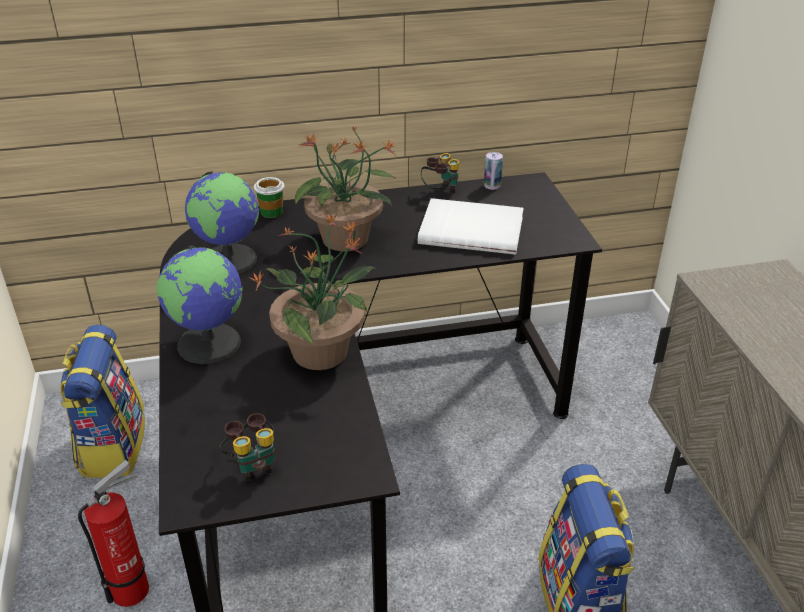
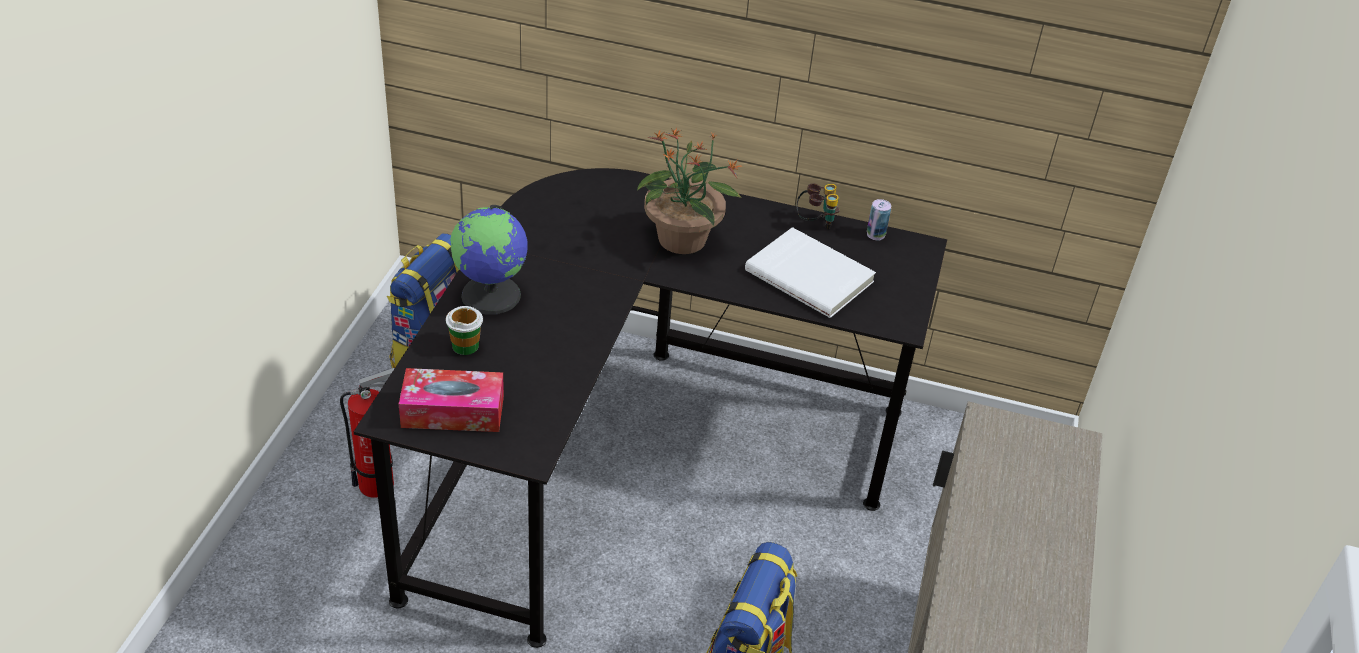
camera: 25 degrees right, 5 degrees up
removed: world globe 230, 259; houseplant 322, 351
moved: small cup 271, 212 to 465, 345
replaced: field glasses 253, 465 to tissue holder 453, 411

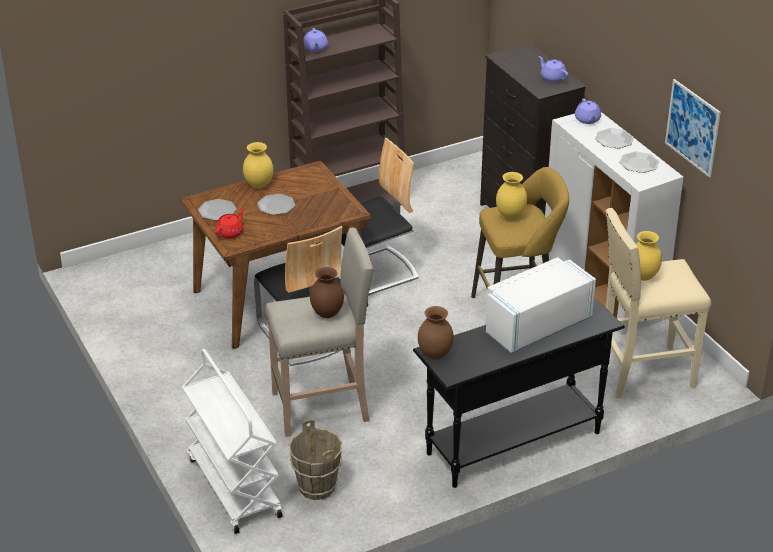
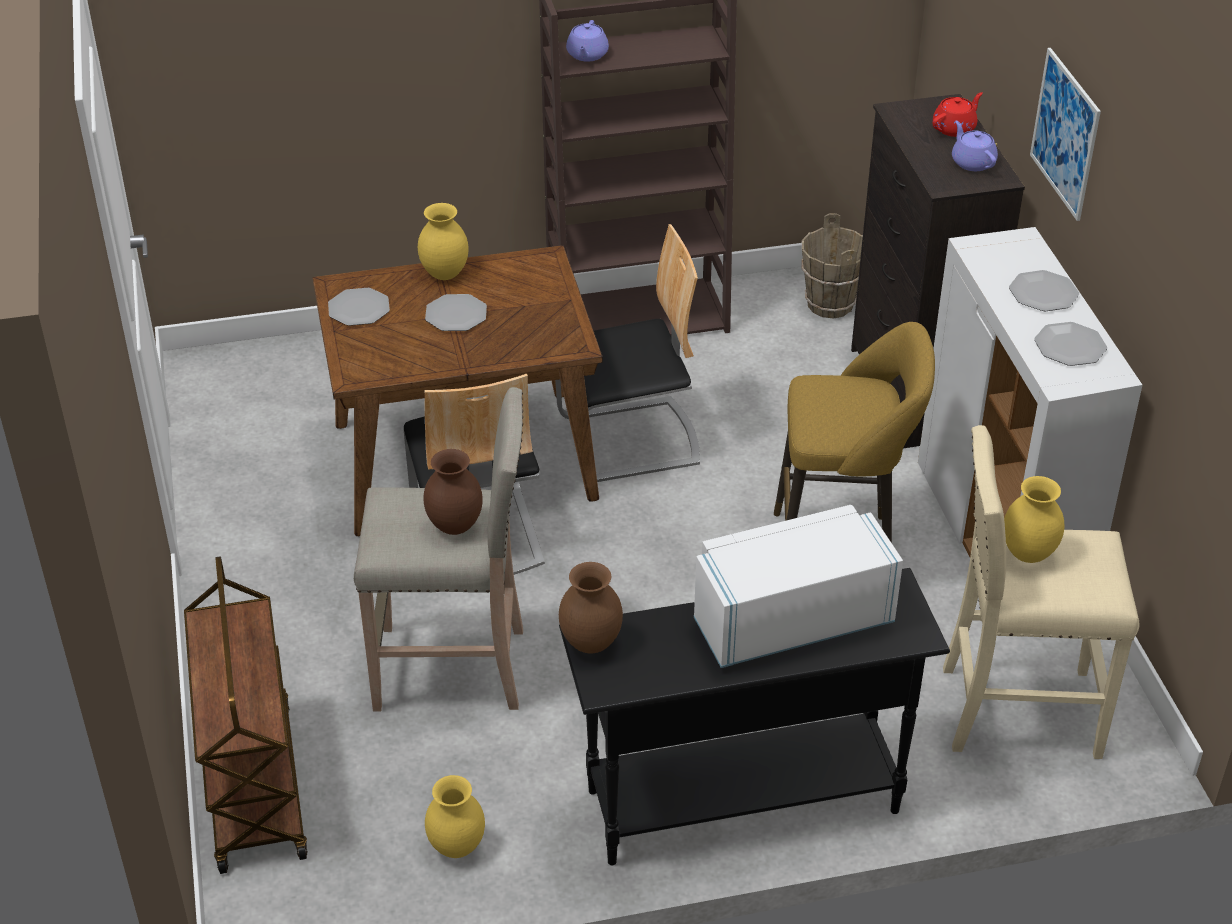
camera: 15 degrees right, 5 degrees up
removed: purple tea pot 587, 120
moved: wall picture 692, 127 to 1065, 133; yellow vase 511, 216 to 457, 847; red tea pot 230, 232 to 954, 128; brown pail 316, 487 to 829, 304
recoloured: white-coloured cart 233, 487 to brown cart 253, 785

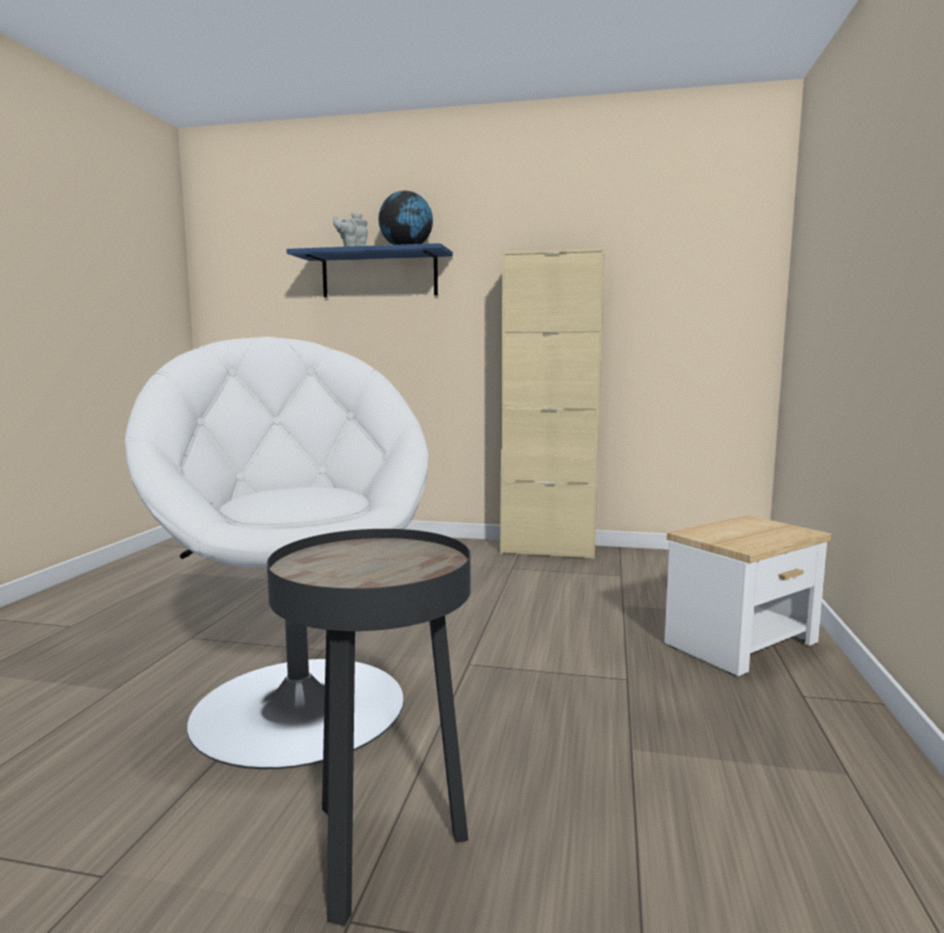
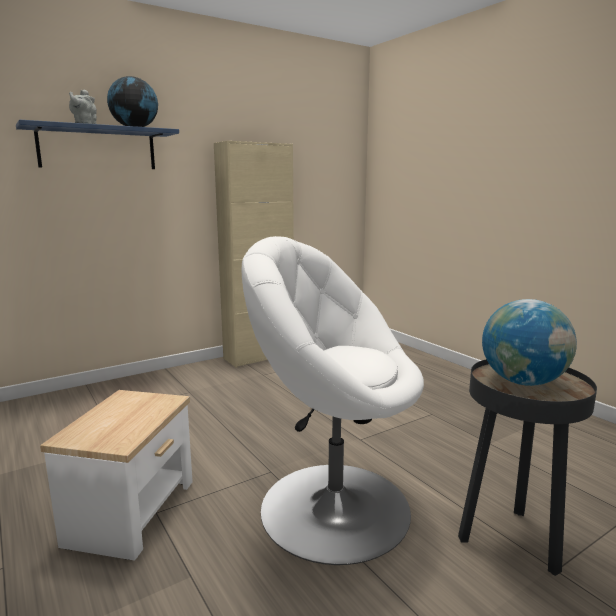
camera: 45 degrees left, 5 degrees up
added: world globe 523, 382
moved: end table 742, 644 to 133, 513

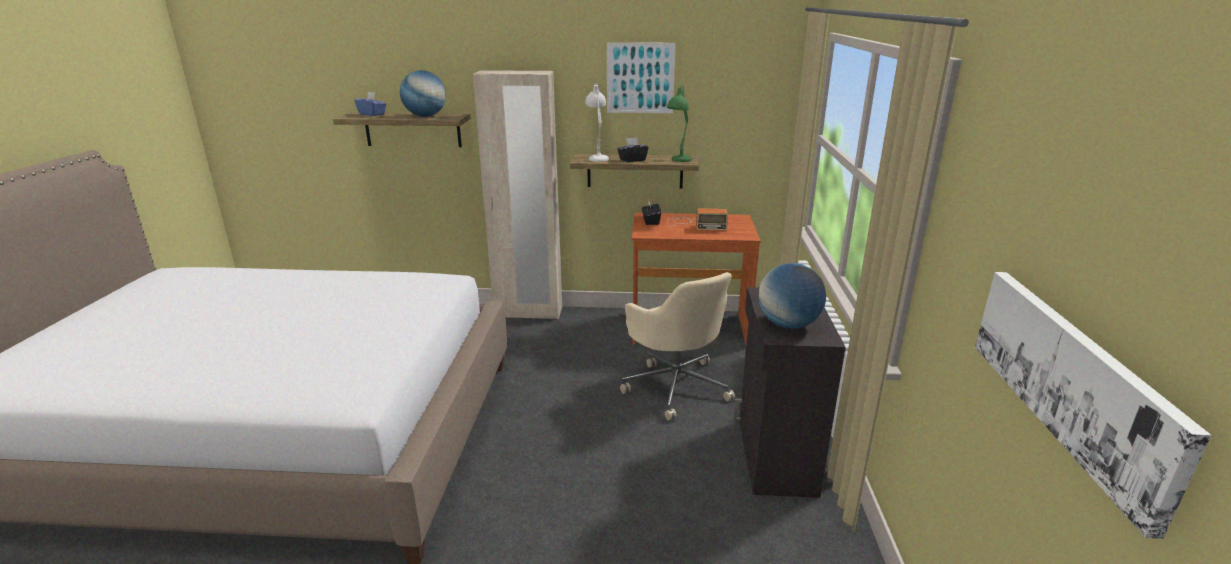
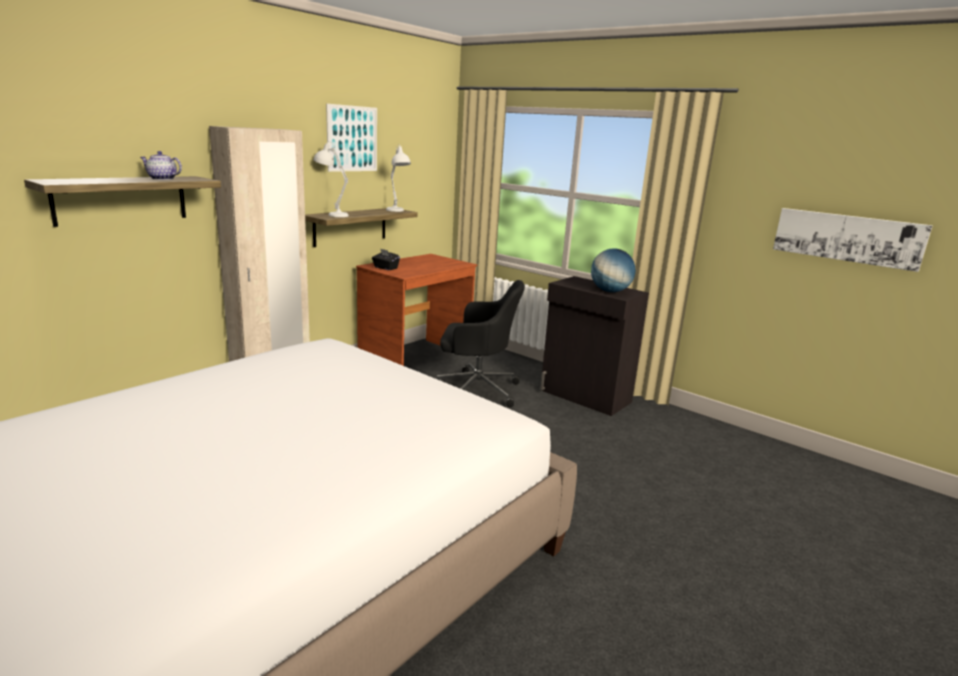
camera: 55 degrees left, 5 degrees down
removed: bluish tissue holder 372, 114; blackish tissue holder 632, 160; radio receiver 694, 224
replaced: world globe 425, 116 to tea pot 161, 179
recoloured: green tabletop lamp 678, 161 to white-coloured tabletop lamp 397, 211; sand-coloured desk chair 675, 385 to blackish desk chair 476, 389

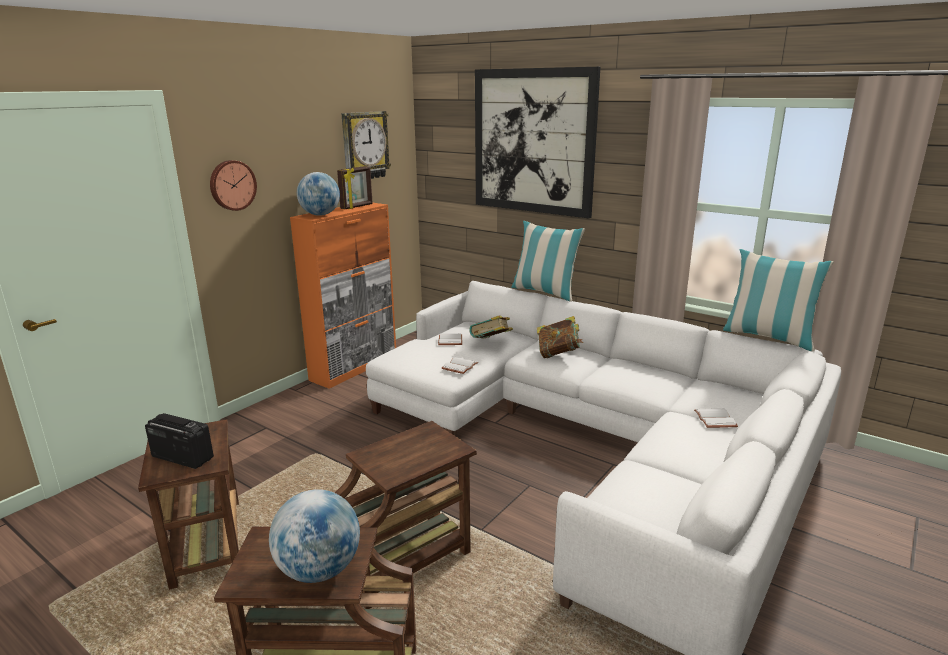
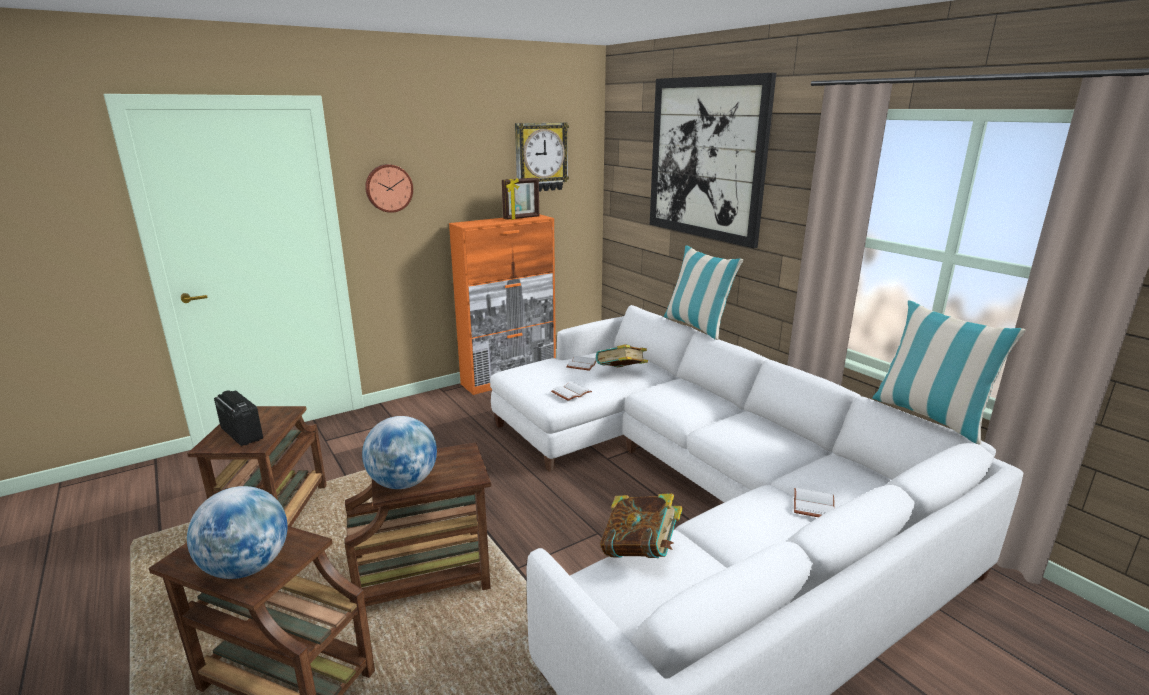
camera: 20 degrees right, 0 degrees up
moved: world globe 320, 215 to 403, 483; bound book 558, 354 to 640, 551

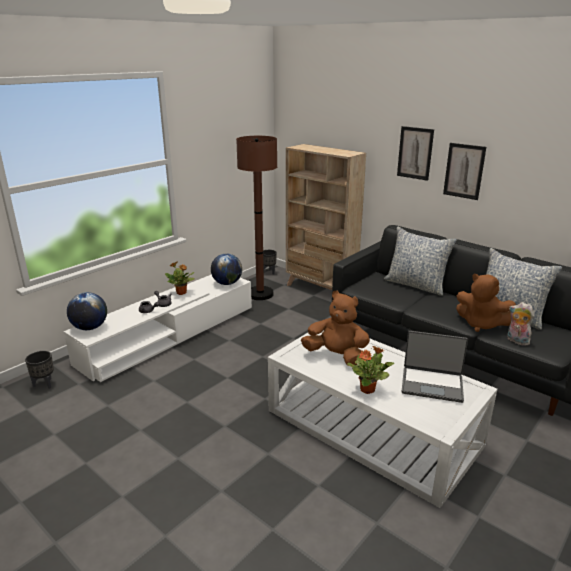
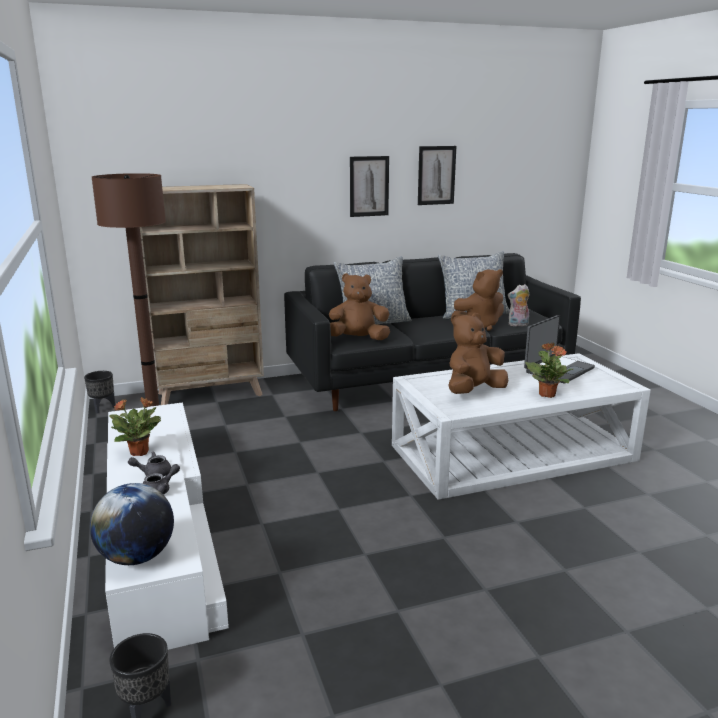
camera: 60 degrees left, 5 degrees down
removed: world globe 227, 283
added: brown soft toy 357, 339
moved: wall picture 415, 153 to 436, 175

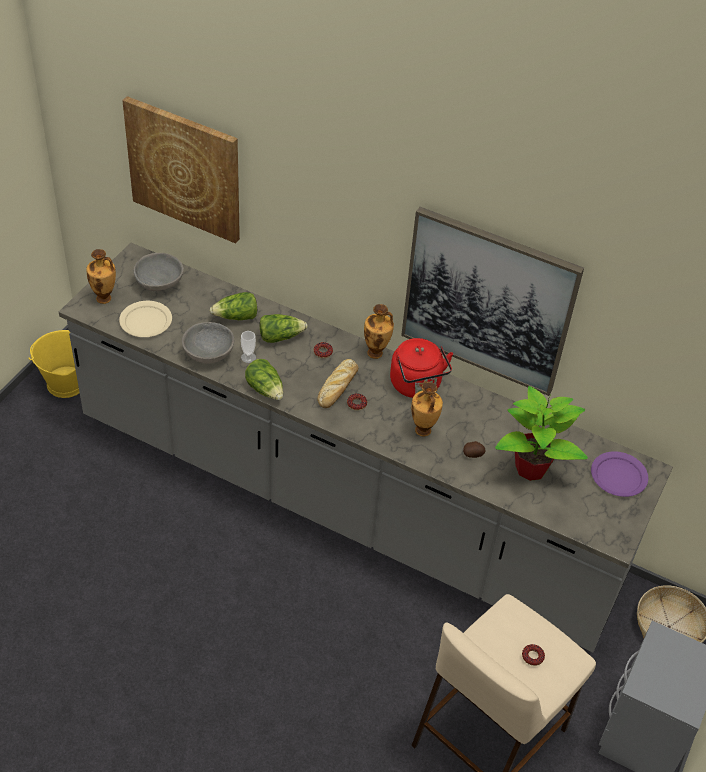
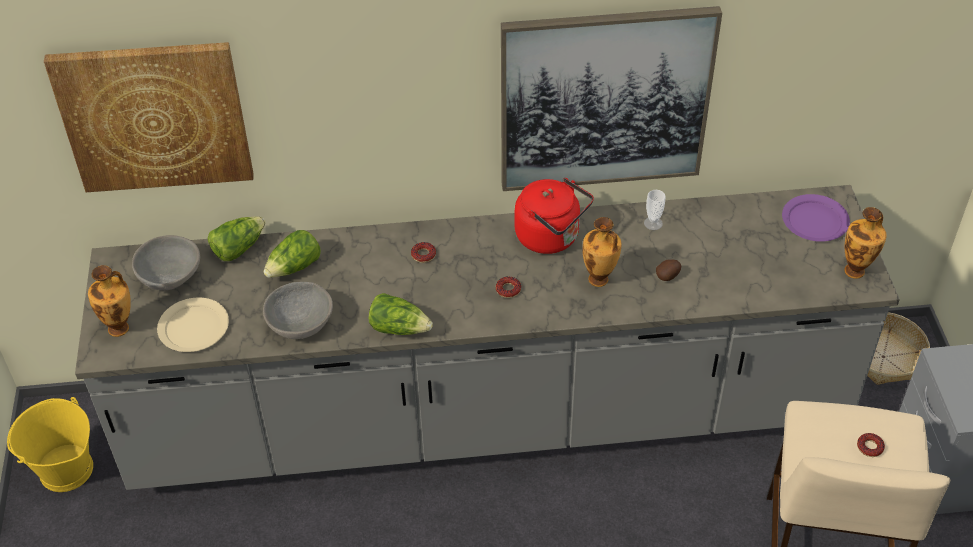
camera: 30 degrees left, 0 degrees up
removed: bread 337, 387; houseplant 531, 468
moved: vase 376, 353 to 856, 271; lettuce 280, 336 to 238, 248; small cup 248, 357 to 653, 223

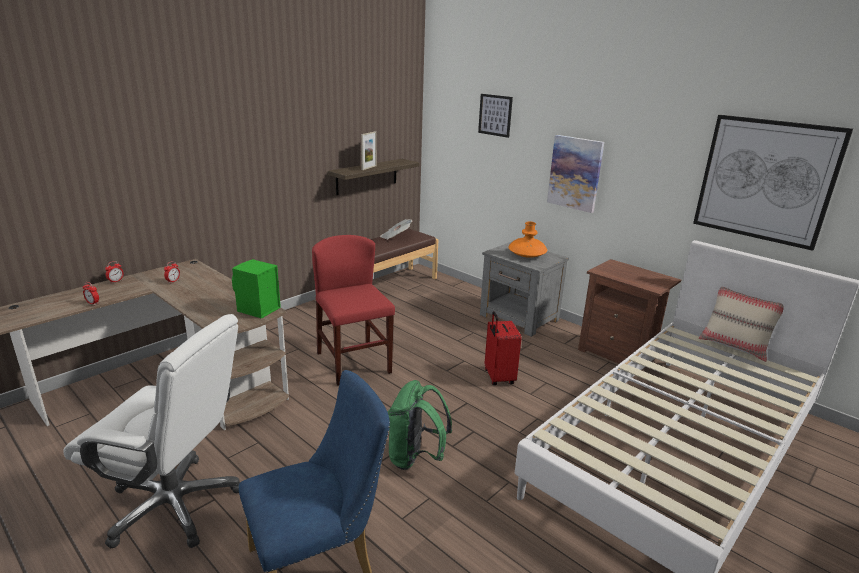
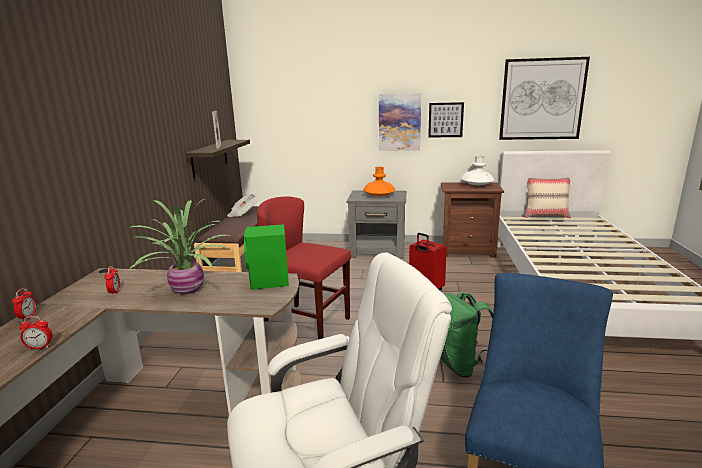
camera: 35 degrees left, 5 degrees down
added: white-coloured vase 476, 184; houseplant 188, 290
moved: wall picture 495, 115 to 445, 120

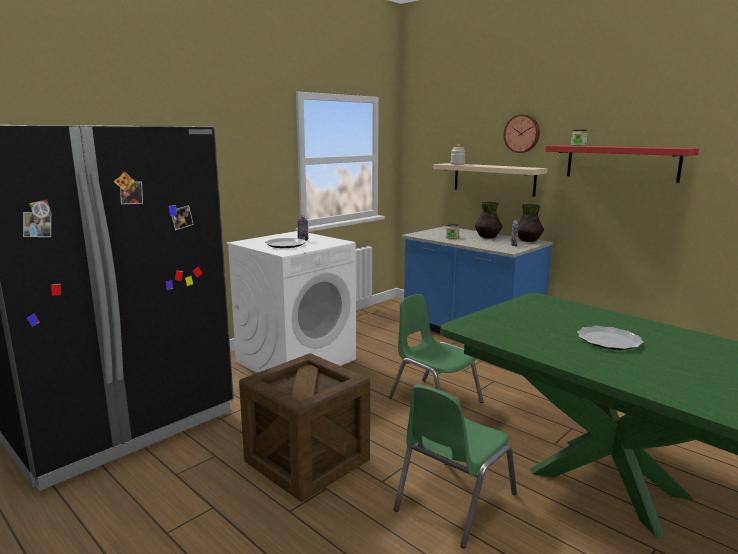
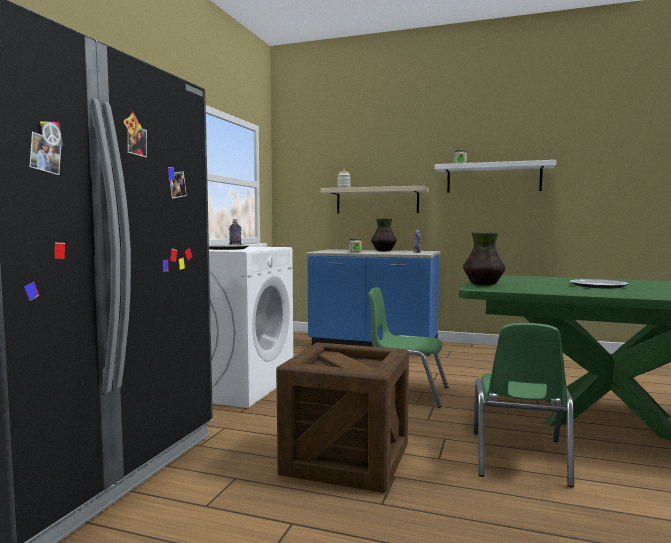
camera: 25 degrees left, 10 degrees down
removed: hanging clock 522, 133
moved: vase 528, 240 to 483, 284
recoloured: red bracket shelf 621, 163 to white-coloured bracket shelf 493, 178

